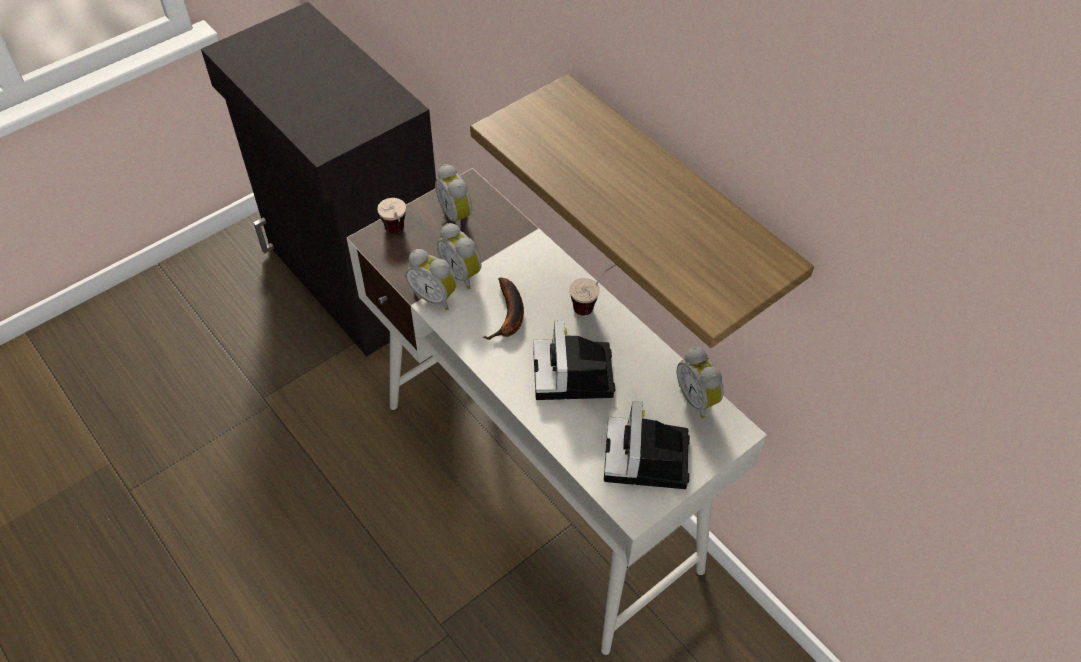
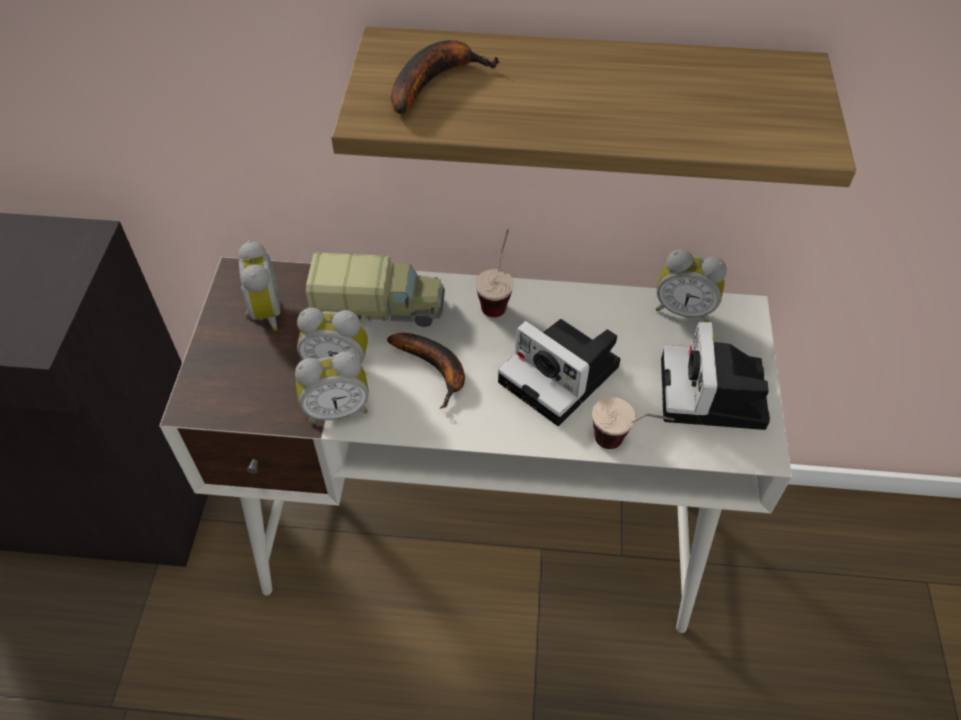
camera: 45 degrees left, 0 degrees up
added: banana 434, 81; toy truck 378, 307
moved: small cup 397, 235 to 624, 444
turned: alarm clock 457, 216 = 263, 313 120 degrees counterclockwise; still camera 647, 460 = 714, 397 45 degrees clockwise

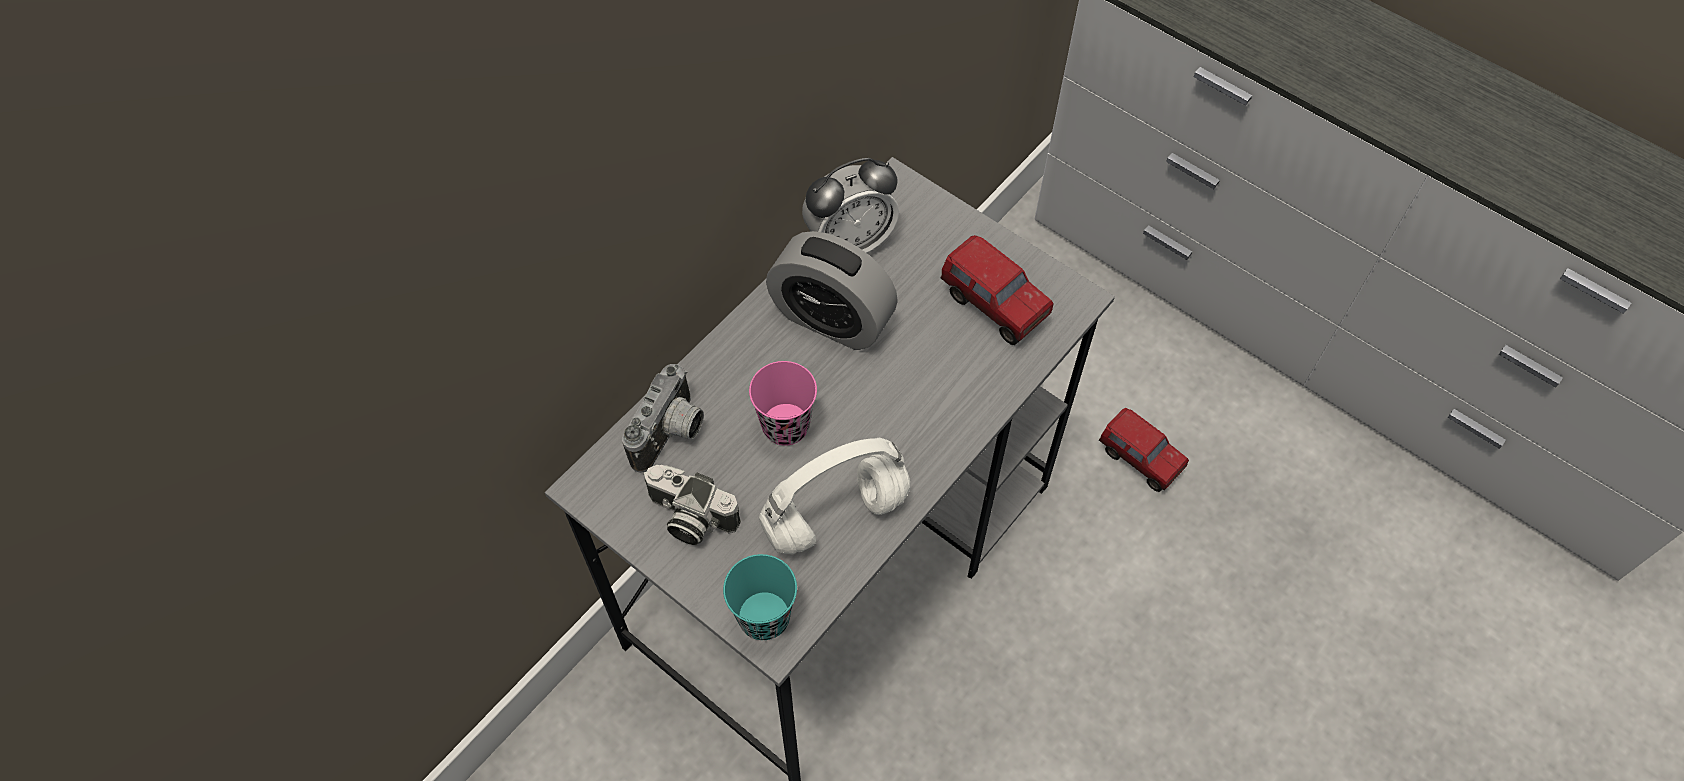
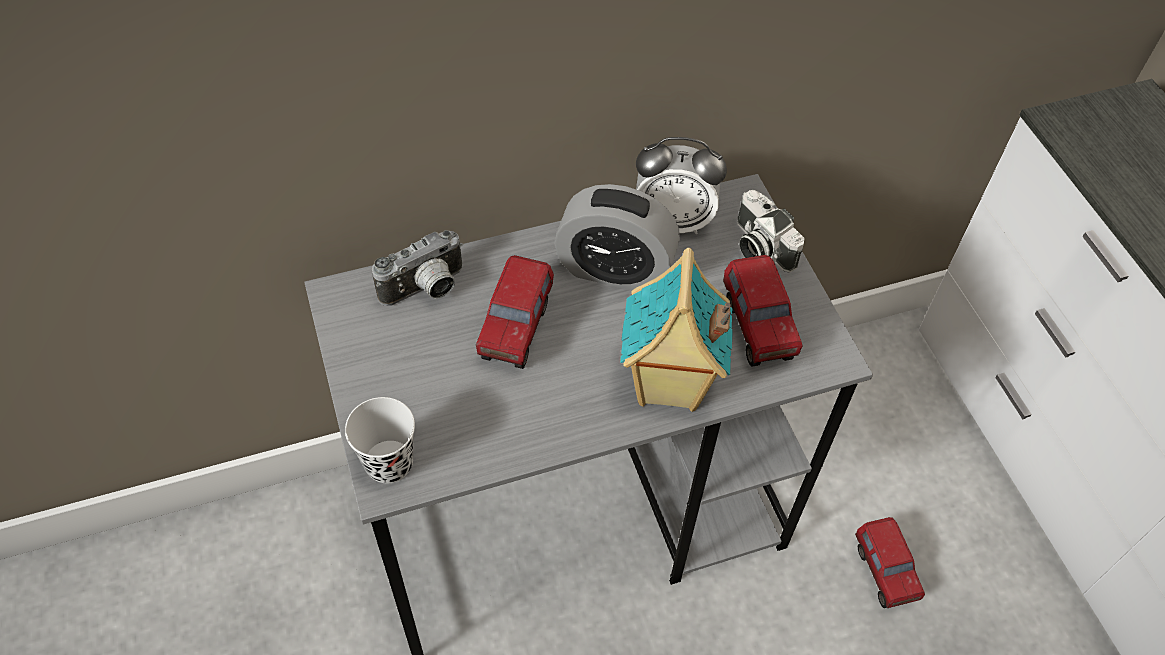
camera: 30 degrees right, 5 degrees down
removed: white-coloured headset 833, 518
added: toy house 667, 386
moved: still camera 689, 518 to 759, 247
replaced: pinkish small cup 785, 426 to toy truck 516, 330
recoloured: turquoise small cup 764, 617 to blackish small cup 389, 463
turned: alarm clock 831, 319 = 615, 269 45 degrees counterclockwise

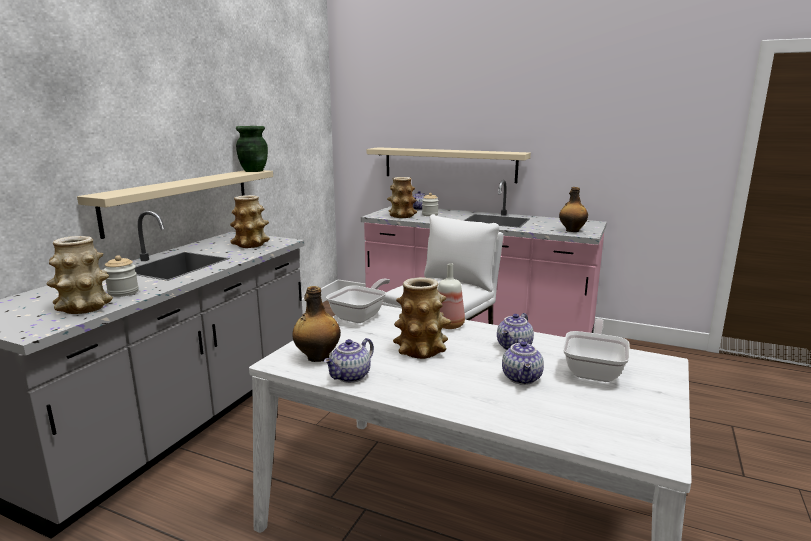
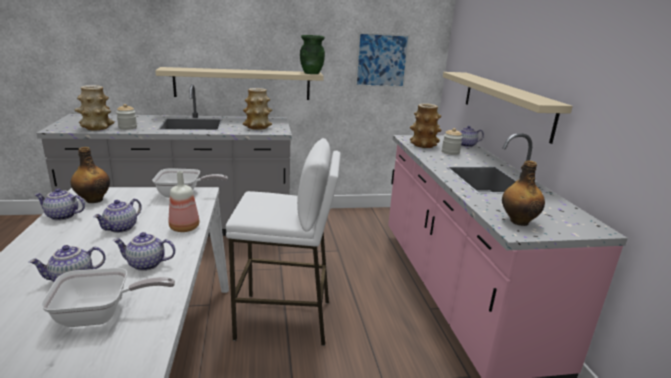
camera: 55 degrees right, 5 degrees up
added: wall picture 381, 60
replaced: vase 421, 350 to tea pot 121, 228

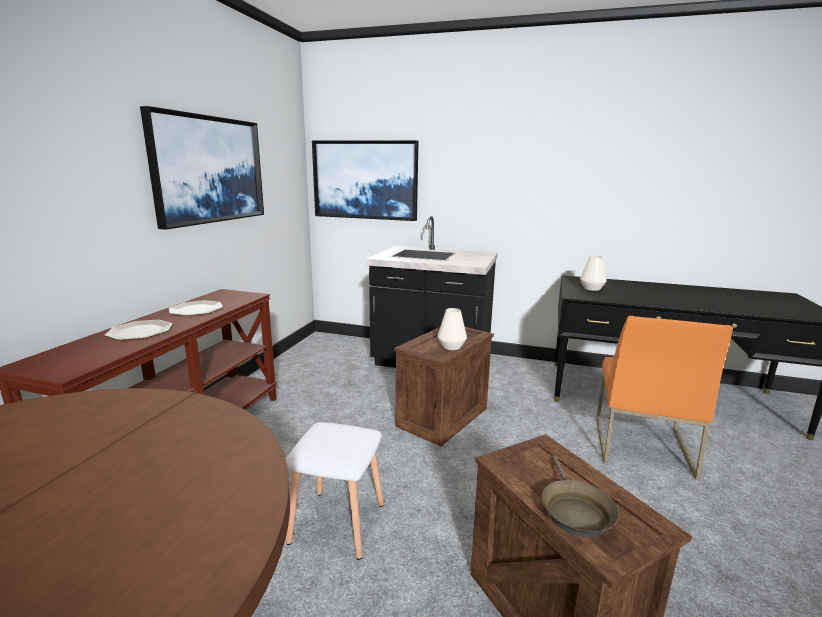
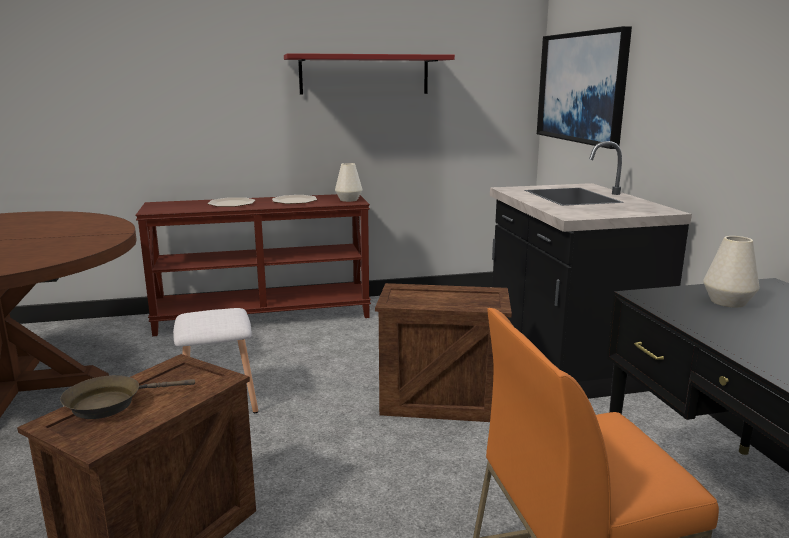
camera: 60 degrees right, 0 degrees up
moved: white-coloured vase 451, 346 to 349, 200
replaced: wall picture 209, 170 to red bracket shelf 364, 74

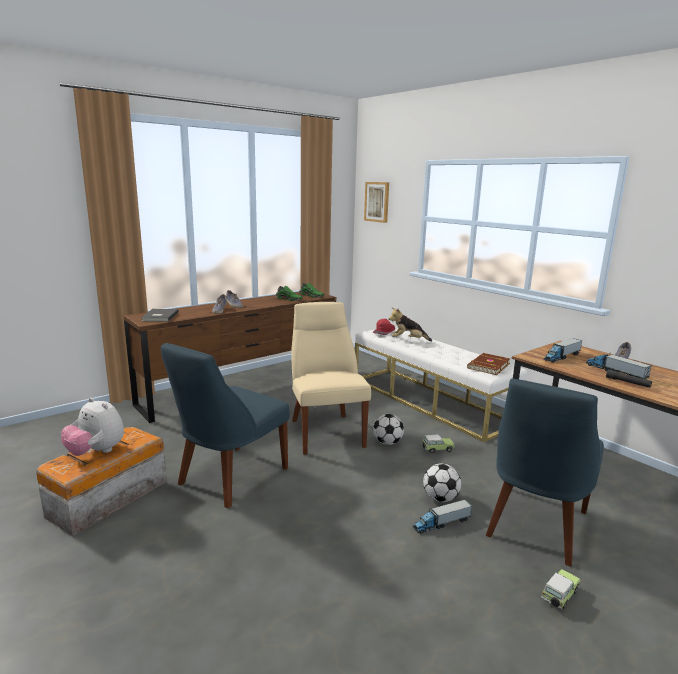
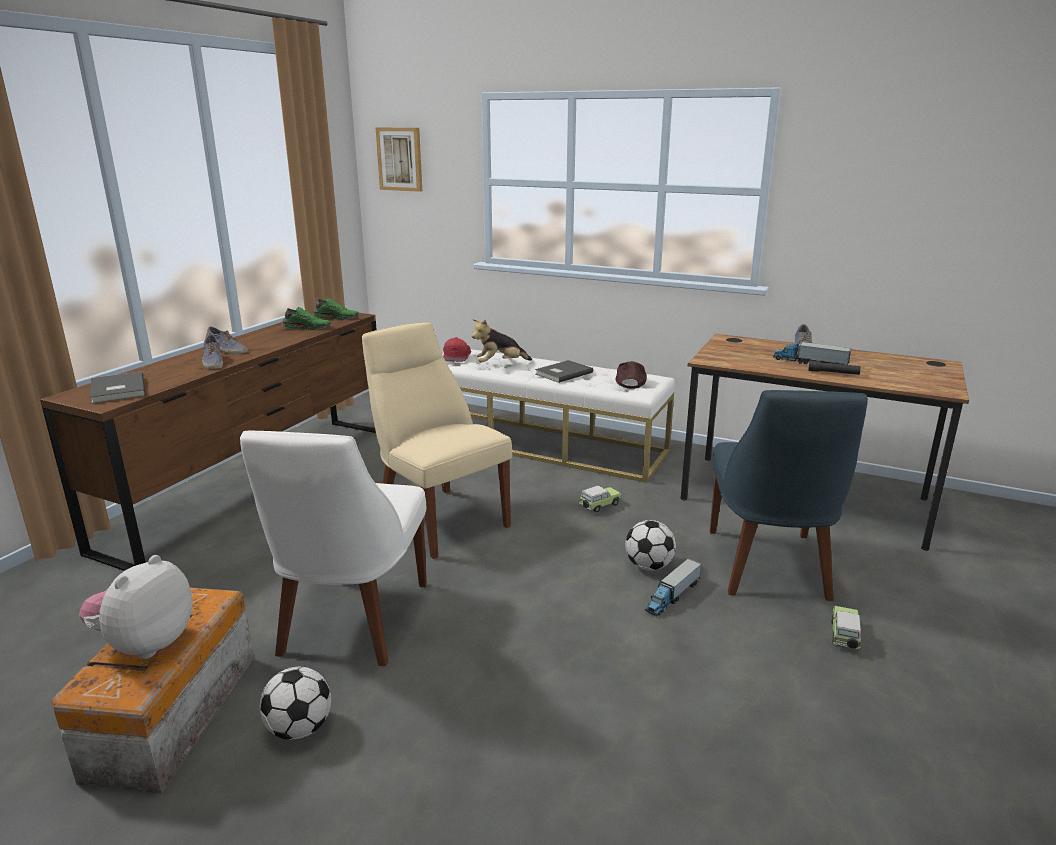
camera: 25 degrees left, 5 degrees up
removed: toy truck 561, 357
added: grey bound book 562, 373
moved: ball for football 387, 443 to 299, 729
replaced: brown bound book 487, 366 to brown cap 630, 381
recoloured: bluish upright chair 229, 478 to white-coloured upright chair 351, 622
turned: soft toy 96, 452 = 146, 644 105 degrees clockwise

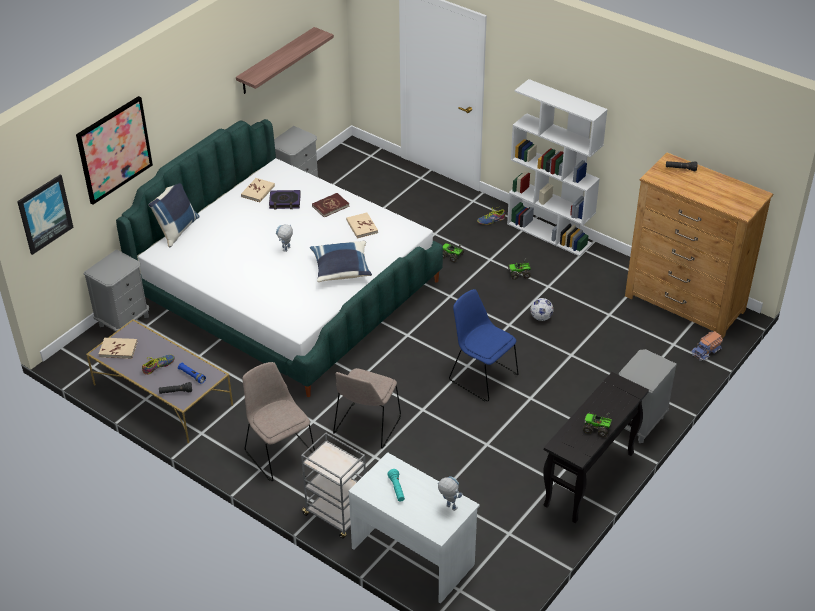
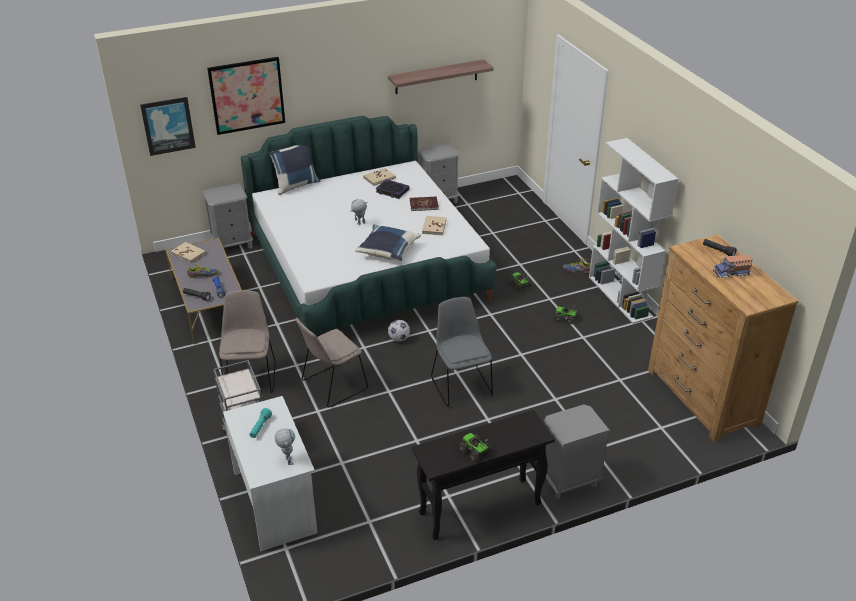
camera: 30 degrees right, 5 degrees down
moved: ball for football 541, 317 to 399, 339; toy truck 706, 351 to 731, 273
recoloured: bluish upright chair 481, 376 to grey upright chair 461, 385

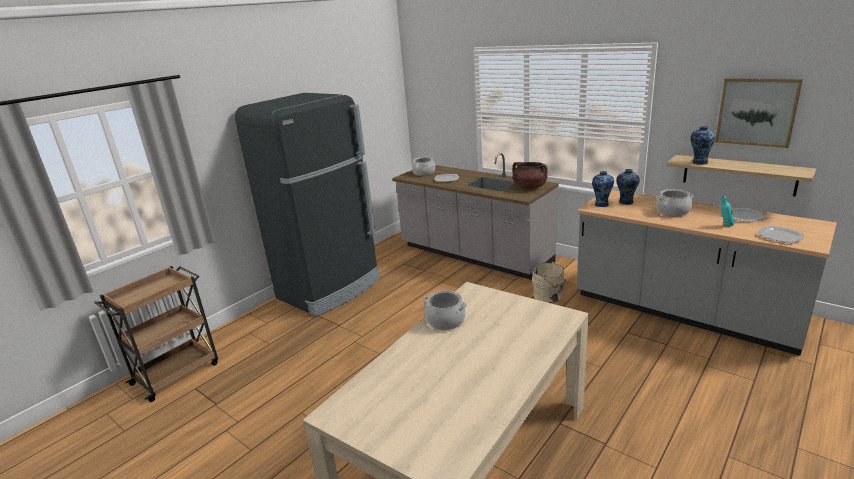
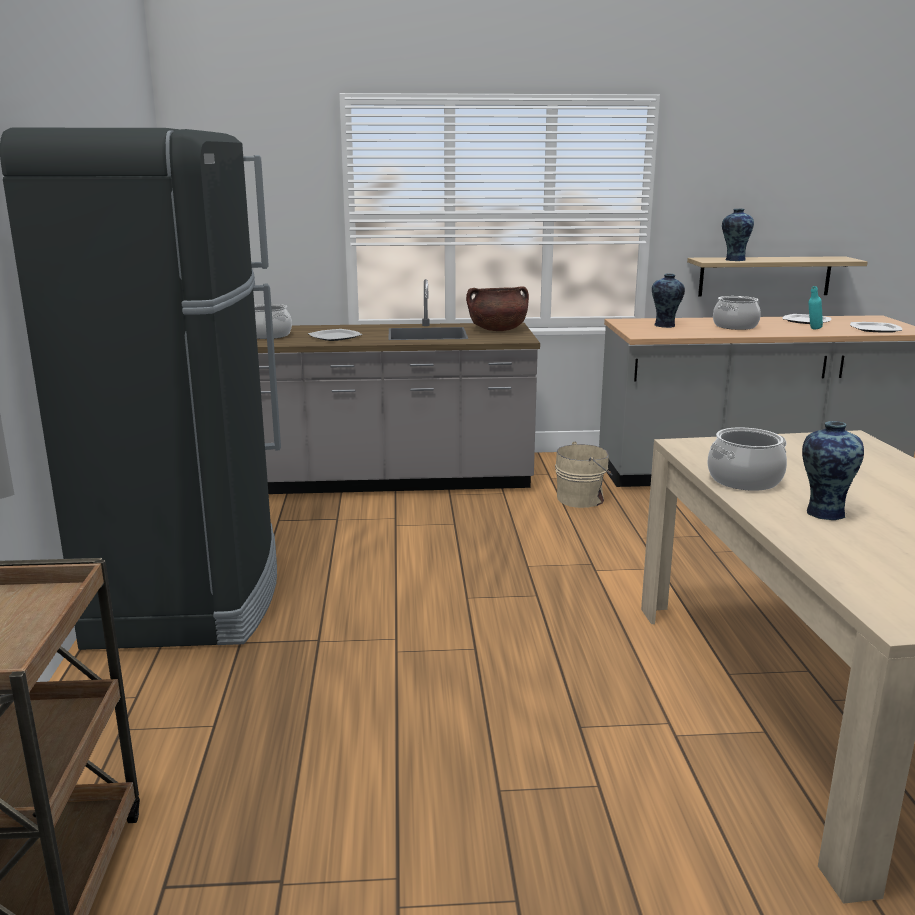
camera: 45 degrees left, 5 degrees down
removed: wall picture 756, 112
moved: vase 601, 204 to 823, 512

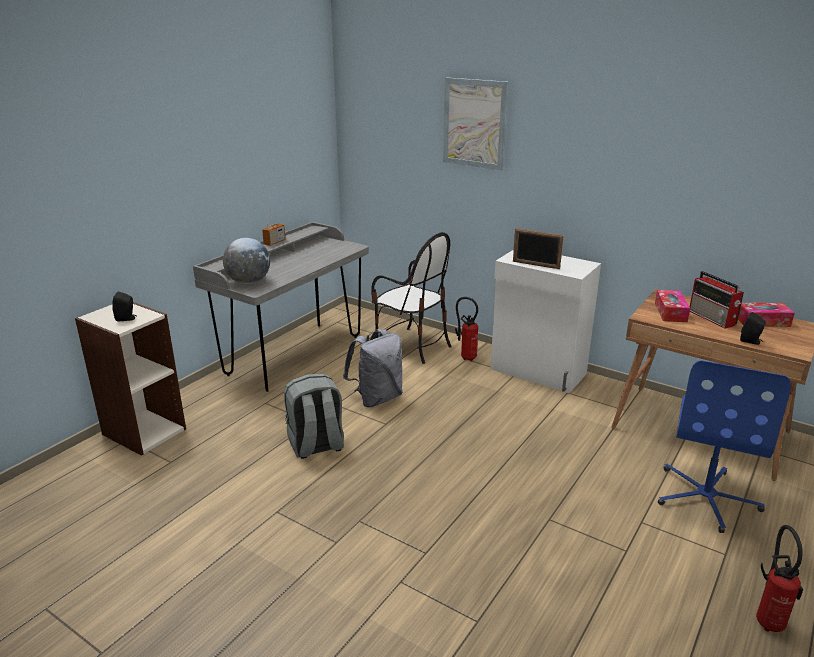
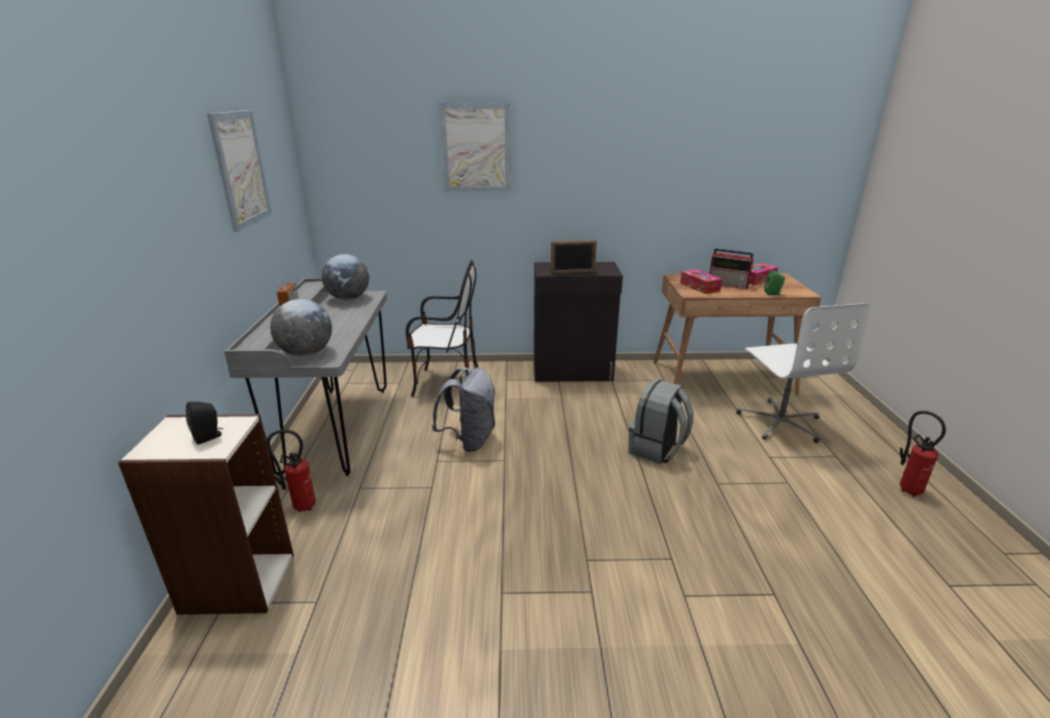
camera: 35 degrees left, 0 degrees up
added: wall picture 241, 169; world globe 348, 298
moved: fire extinguisher 466, 357 to 301, 506; grey backpack 316, 446 to 657, 449
recoloured: white-coloured cupboard 538, 372 to blackish cupboard 573, 372; blackish speaker 751, 341 to green speaker 773, 293; bluish desk chair 706, 497 to white-coloured desk chair 780, 422

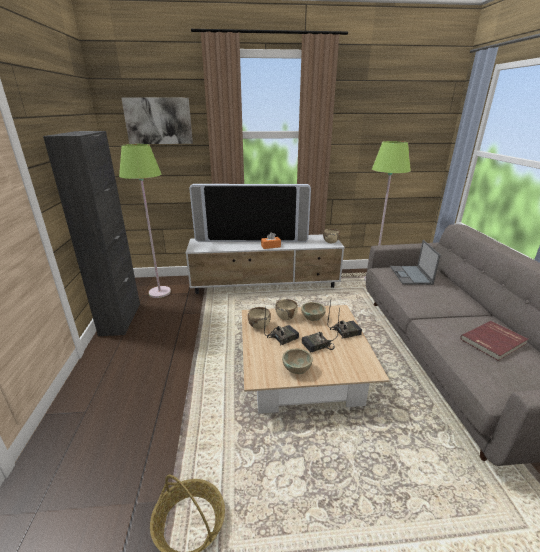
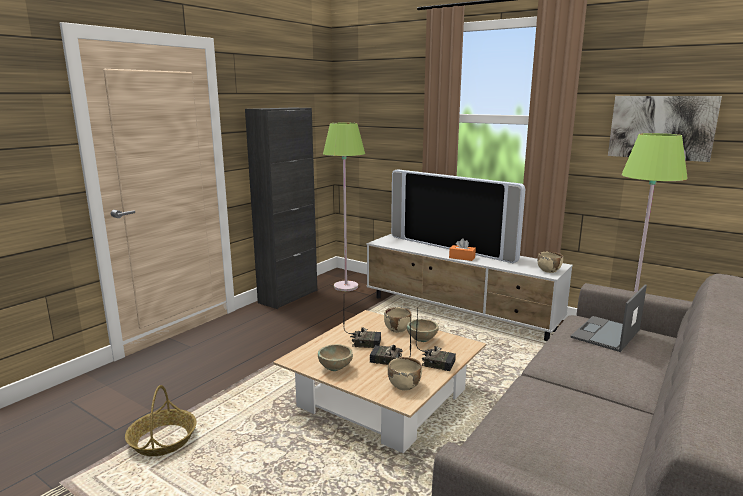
camera: 40 degrees right, 10 degrees down
removed: red bound book 494, 342
moved: wall picture 158, 121 to 661, 127; sand-coloured serving bowl 259, 325 to 404, 385

